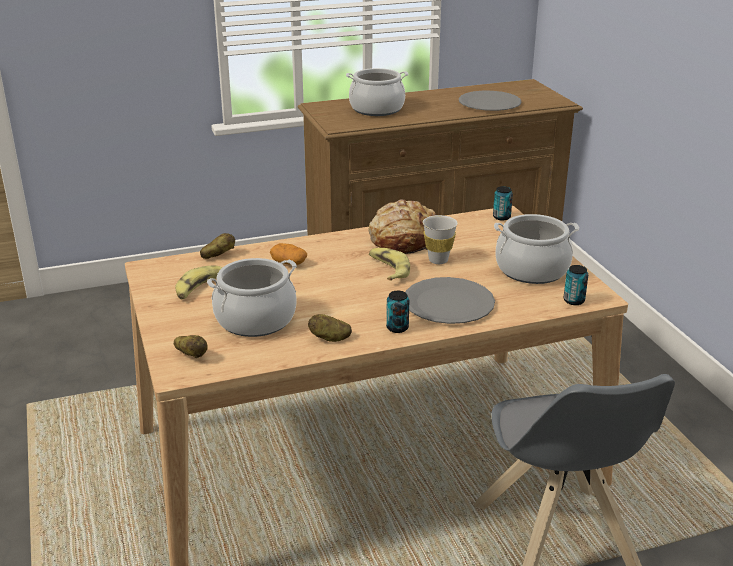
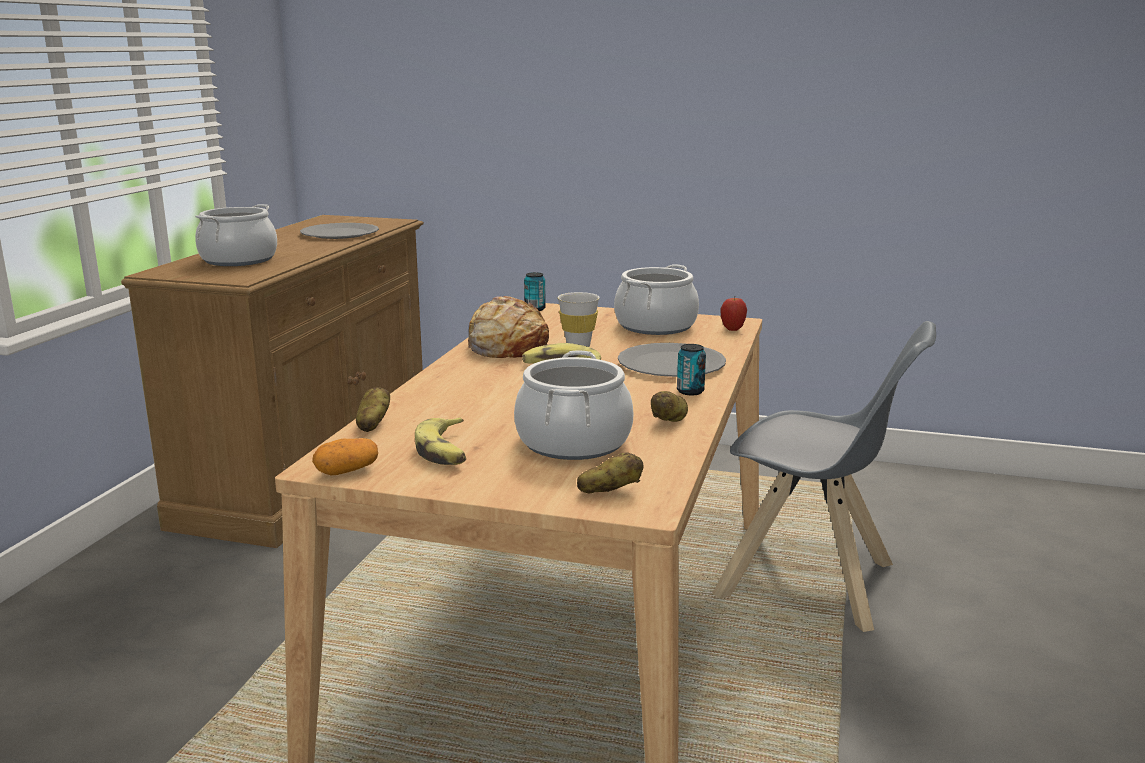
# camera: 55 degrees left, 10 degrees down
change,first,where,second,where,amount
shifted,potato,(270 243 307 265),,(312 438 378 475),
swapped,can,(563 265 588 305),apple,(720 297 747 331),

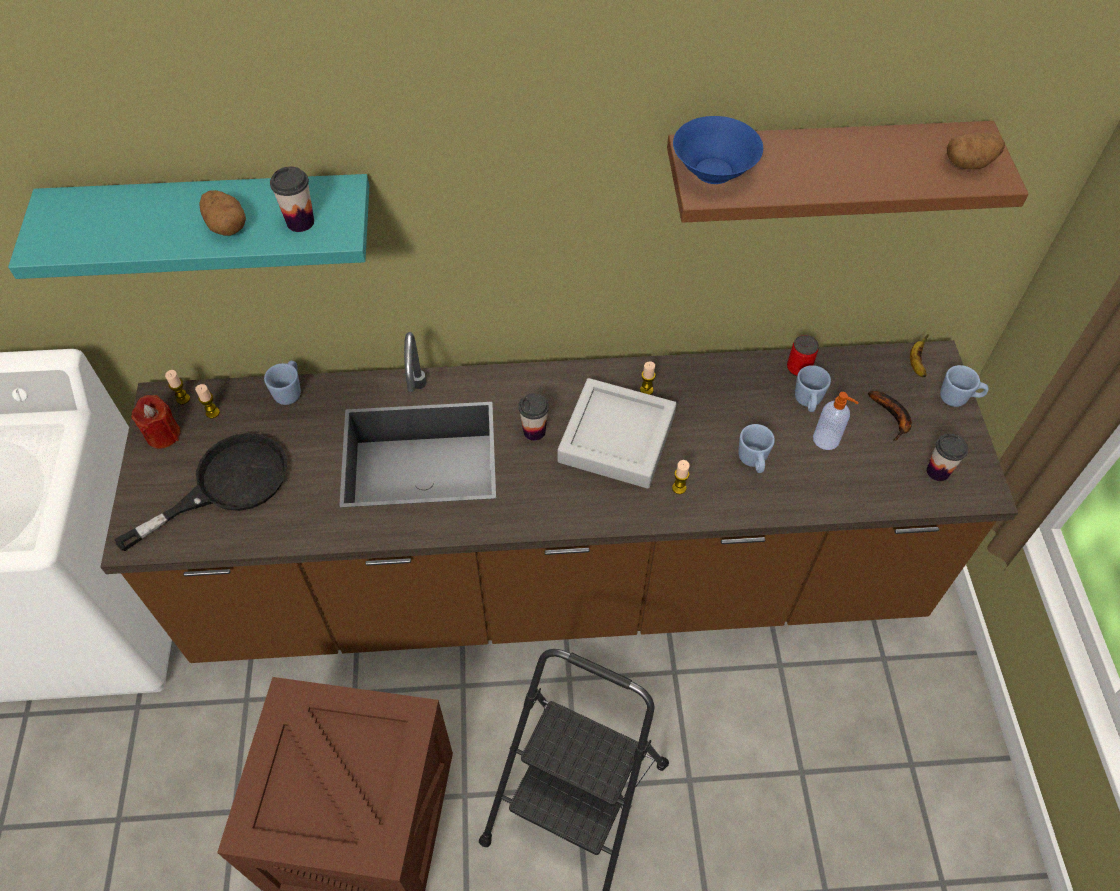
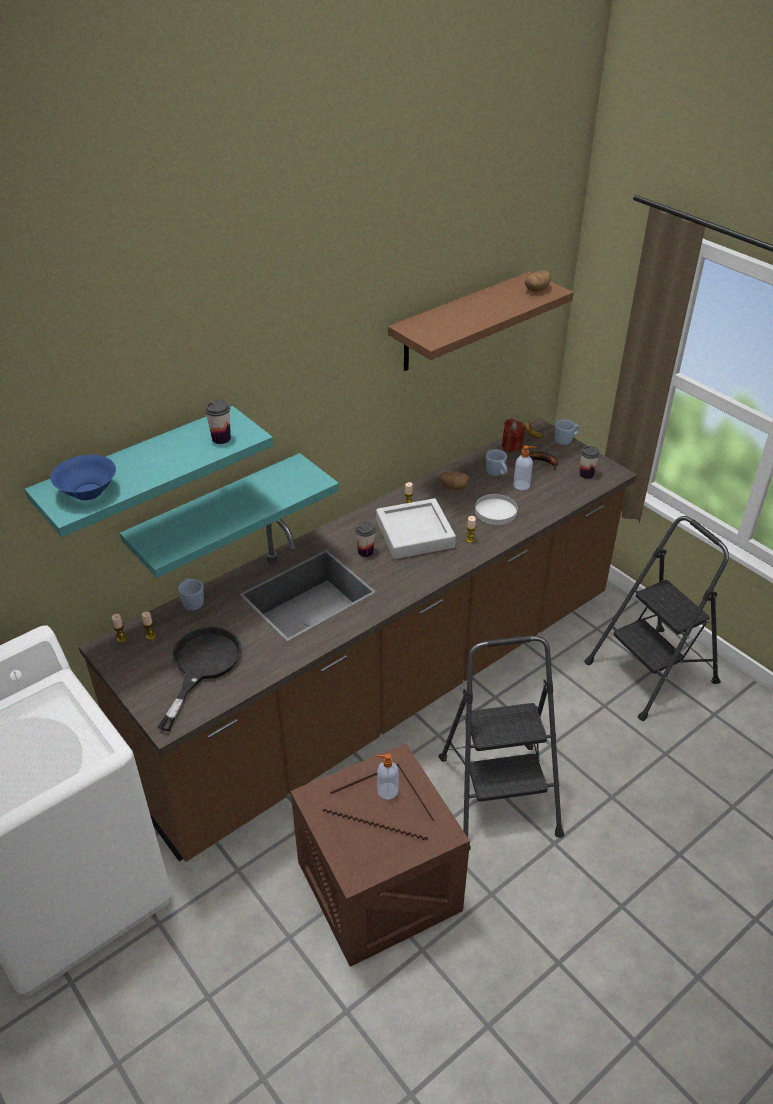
# camera: 35 degrees left, 15 degrees down
change,first,where,second,where,amount
shifted,bowl in blue,(673 116 763 184),,(50 455 116 500),
shifted,potato,(200 190 246 236),,(439 471 469 490),
gone,can,(787 335 819 377),,,
shifted,candle in red,(131 395 180 449),,(502 418 525 452),
swapped,mug in blue,(738 424 775 473),plate in white,(475 494 518 525),
new,,,shelf in turquoise,(120 453 339 578),
new,,,step ladder in black,(584 516 729 721),
new,,,soap dispenser,(375 754 399 800),

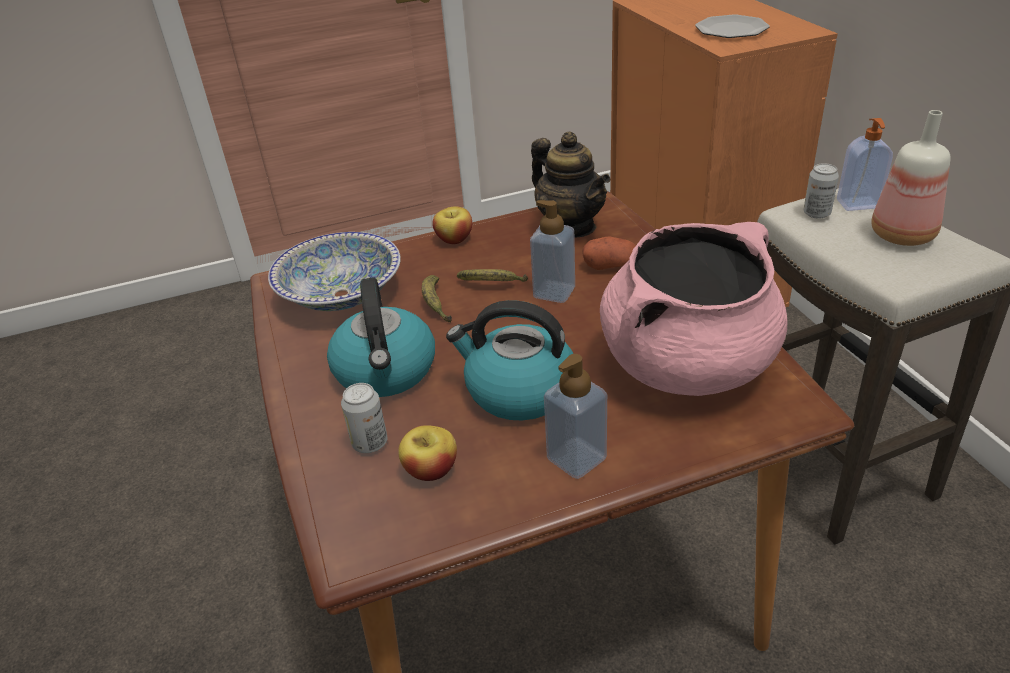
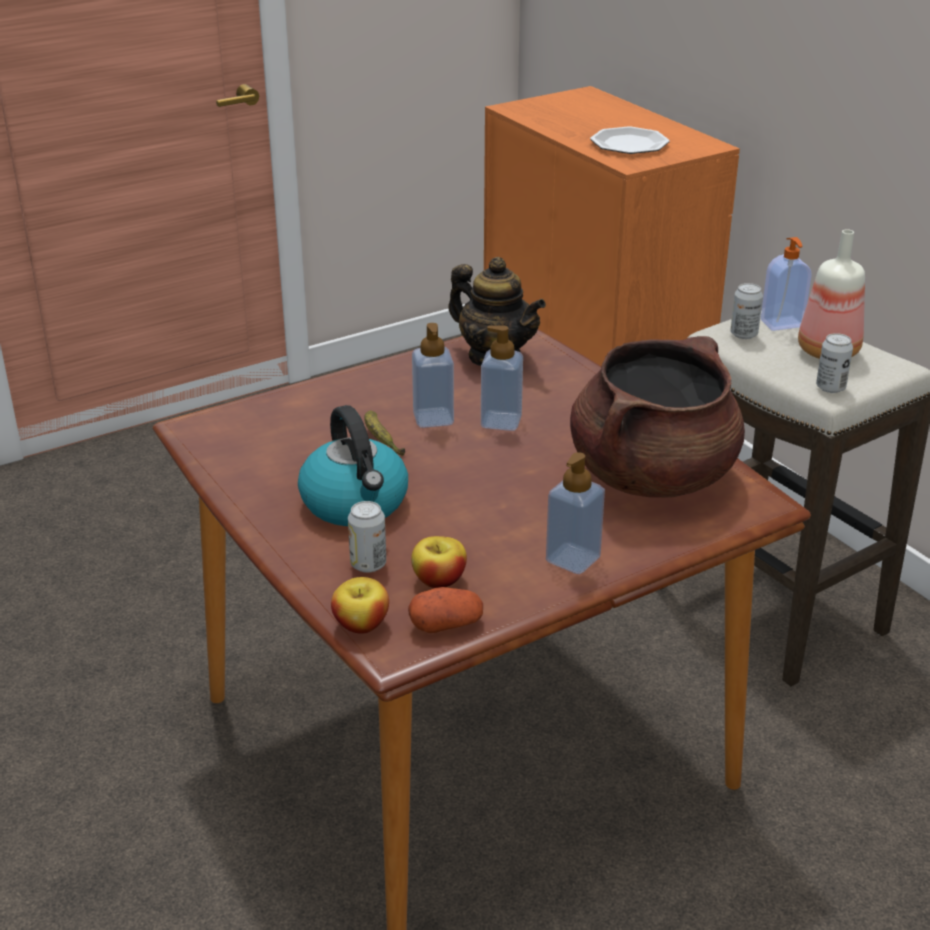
# camera: 15 degrees left, 5 degrees down
change,first,where,second,where,amount
shifted,apple,(432 206 472 244),,(331 577 389 634),
repainted,cooking pot in pink,(600 222 787 396),cooking pot in brown,(570 336 745 498),
gone,bowl,(268 232 401 311),,,
shifted,potato,(582 236 636 270),,(408 587 483 633),
swapped,banana,(457 269 528 282),soap dispenser,(412 323 454 428),
gone,kettle,(446 300 573 421),,,
new,,,can,(816 333 853 393),

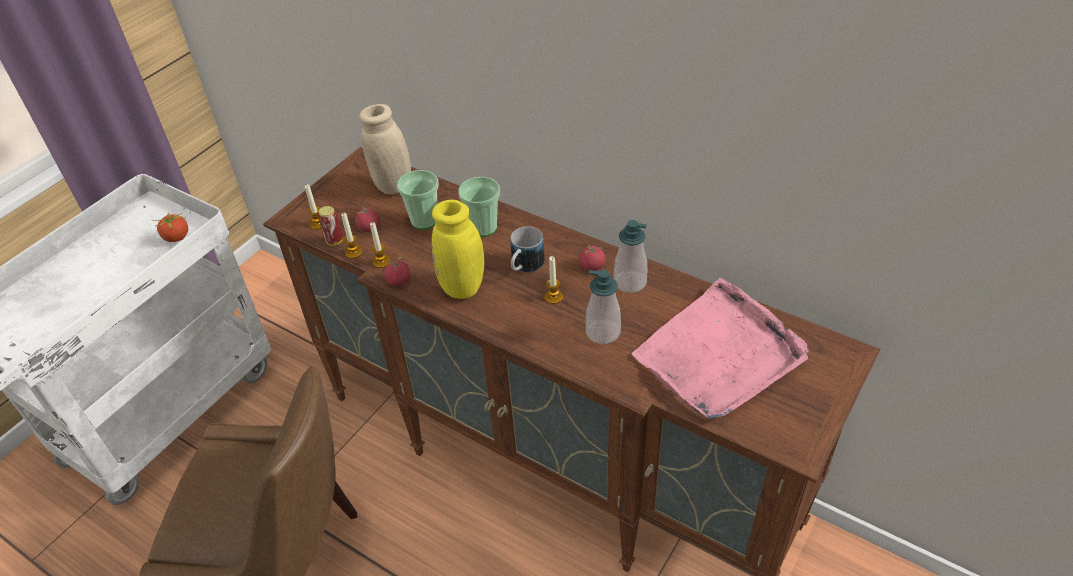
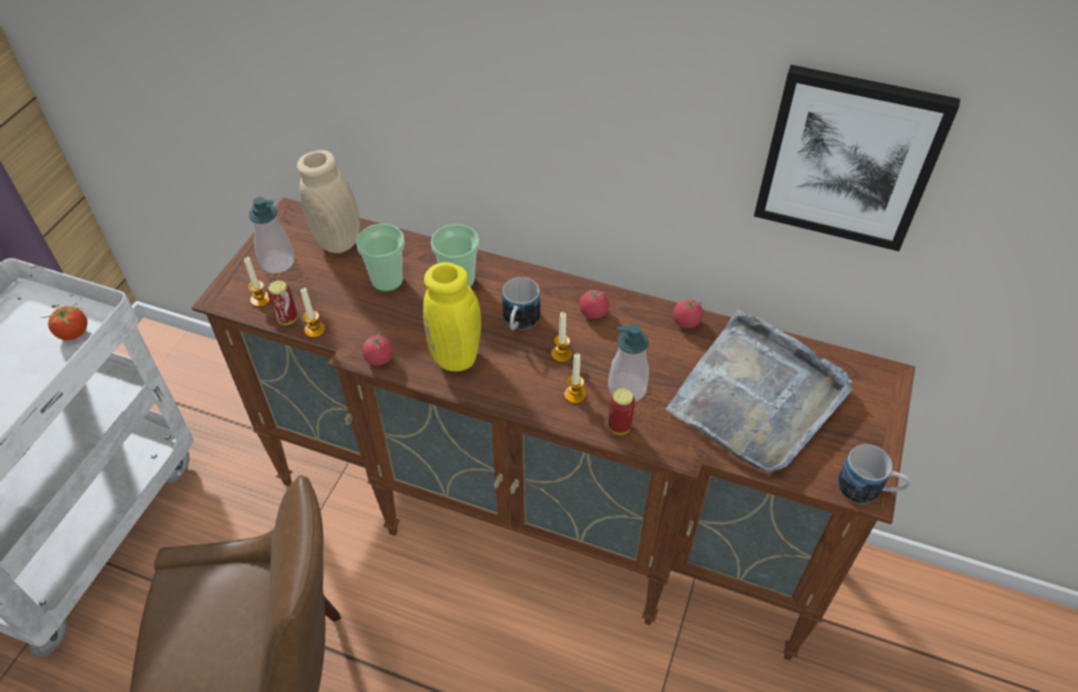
# camera: 15 degrees left, 5 degrees up
change,first,where,second,where,amount
shifted,tomato,(355 206 380 232),,(673 298 703 328),
shifted,soap dispenser,(614 220 647 293),,(249 197 295 274),
shifted,candle,(370 222 390 268),,(564 354 586 404),
repainted,tray in pink,(632 278 809 420),tray in grey,(666 310 852 472),
new,,,picture,(754 65 960 251),
new,,,can,(608 388 635 435),
new,,,mug,(837 444 911 504),

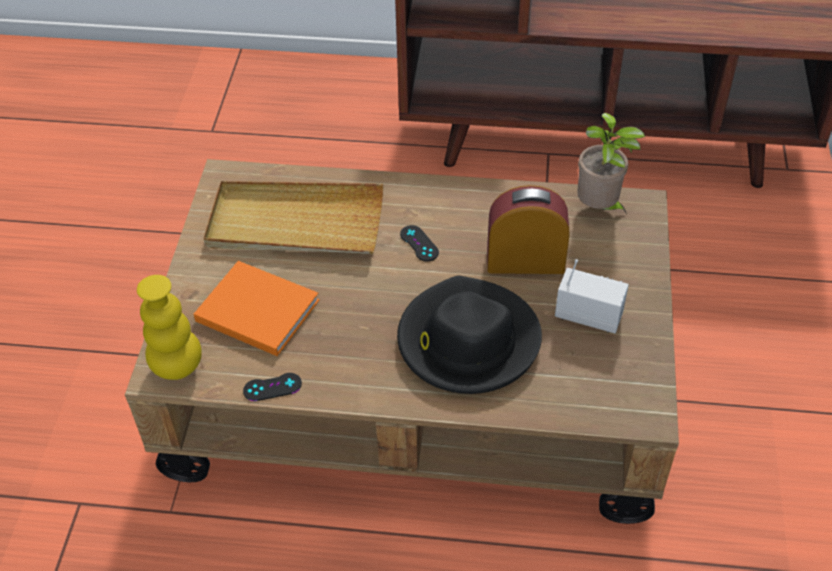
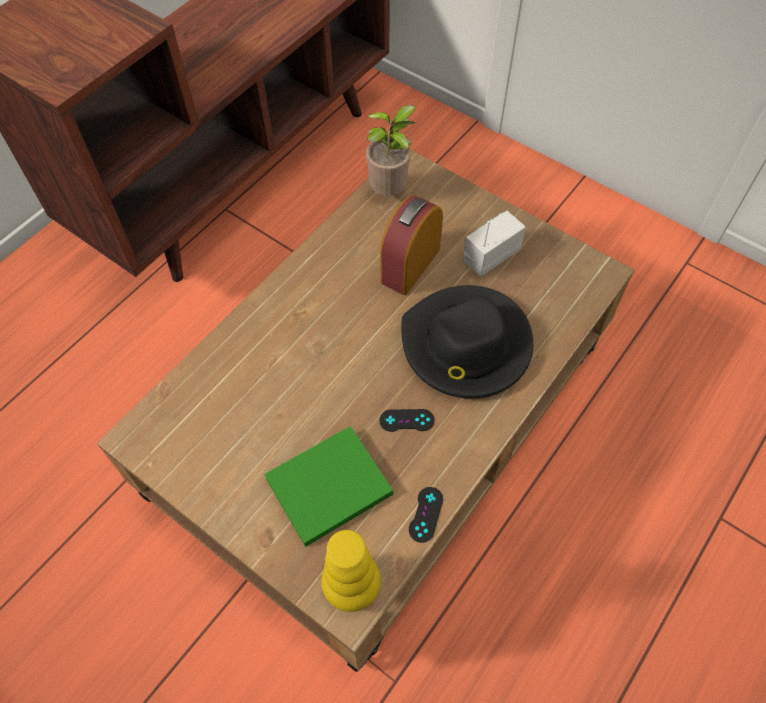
# camera: 60 degrees left, 10 degrees up
change,first,where,second,where,amount
gone,tray in beige,(204 181 383 254),,,
shifted,game controller in black,(400 225 439 262),,(379 409 434 432),
repainted,book in orange,(194 261 319 356),book in green,(264 426 393 547),

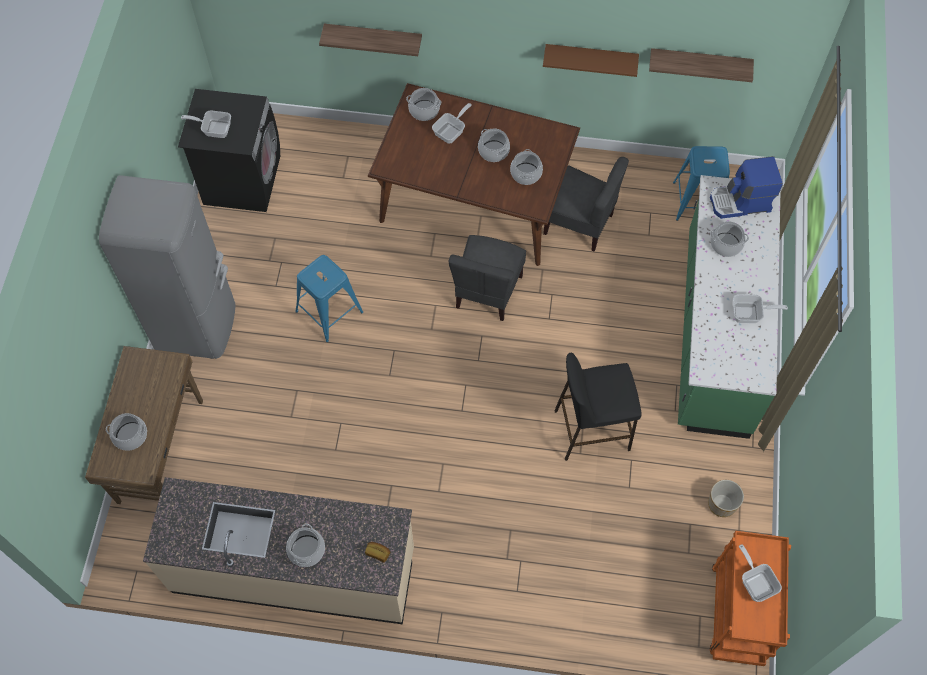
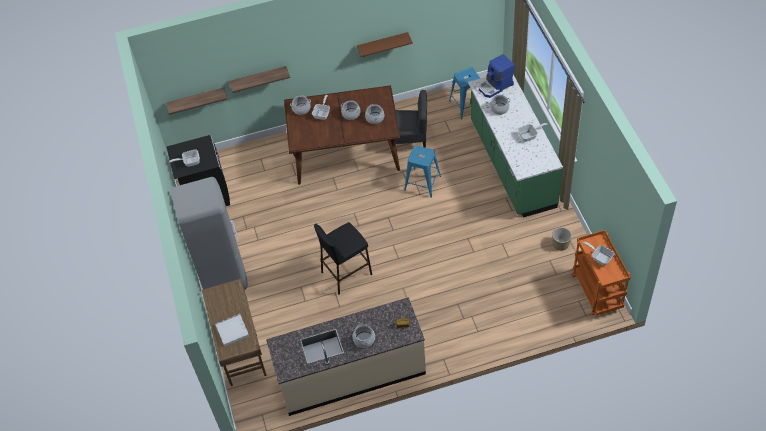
# camera: 20 degrees left, 10 degrees down
change,first,where,second,where,amount
shifted,shelf,(649 48 754 82),,(166 88 227 115),
gone,chair in grey,(449 235 526 321),,,
shifted,stool in blue,(295 255 363 342),,(404 146 441 198),
shifted,stool in black,(554 352 642 461),,(314 222 372 295),
swapped,cooking pot,(106 413 147 451),tray in white,(215 314 249 347),

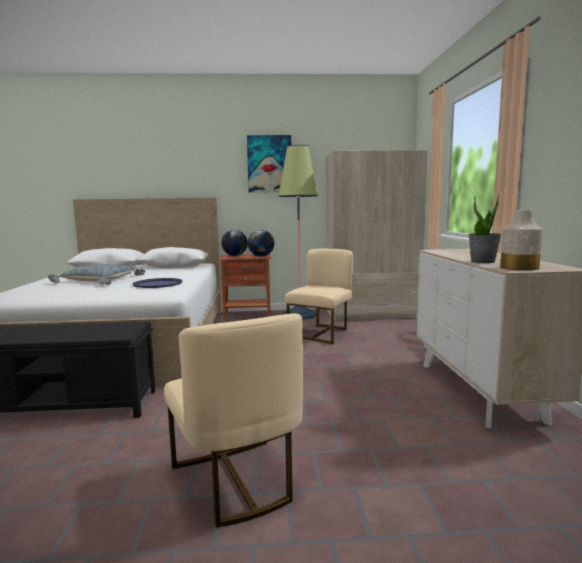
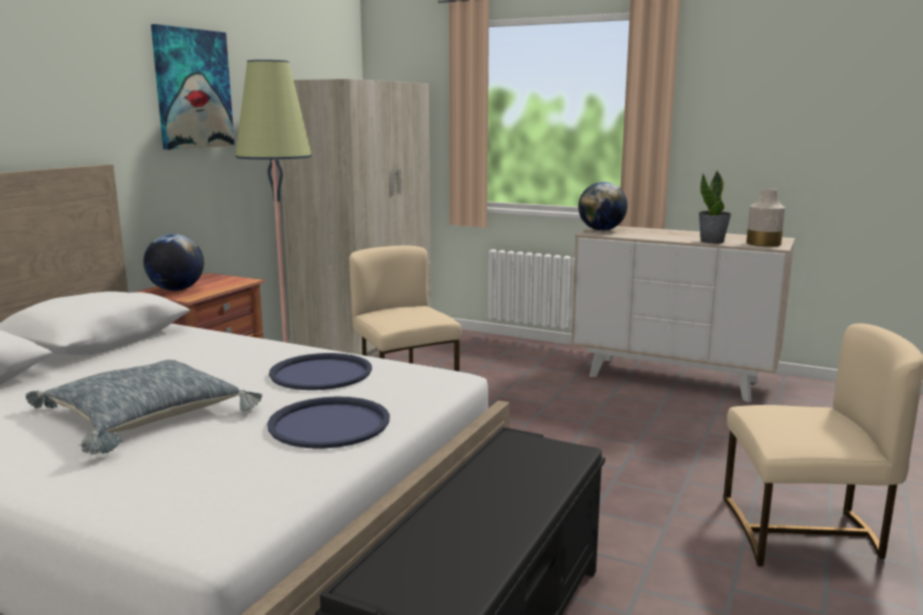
# camera: 60 degrees left, 5 degrees up
change,first,where,second,where,amount
shifted,globe,(248 230 274 257),,(578 182 628 231),
new,,,tray in blue,(267 396 390 449),

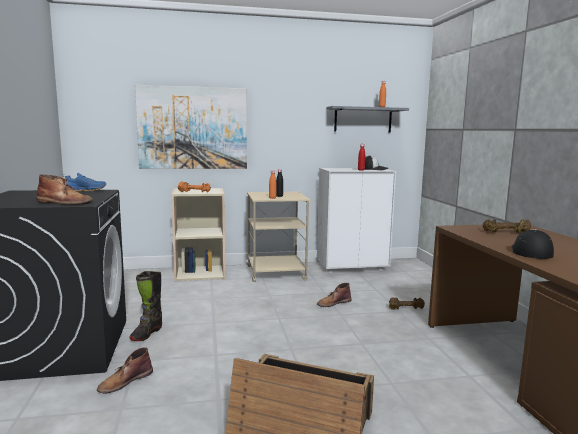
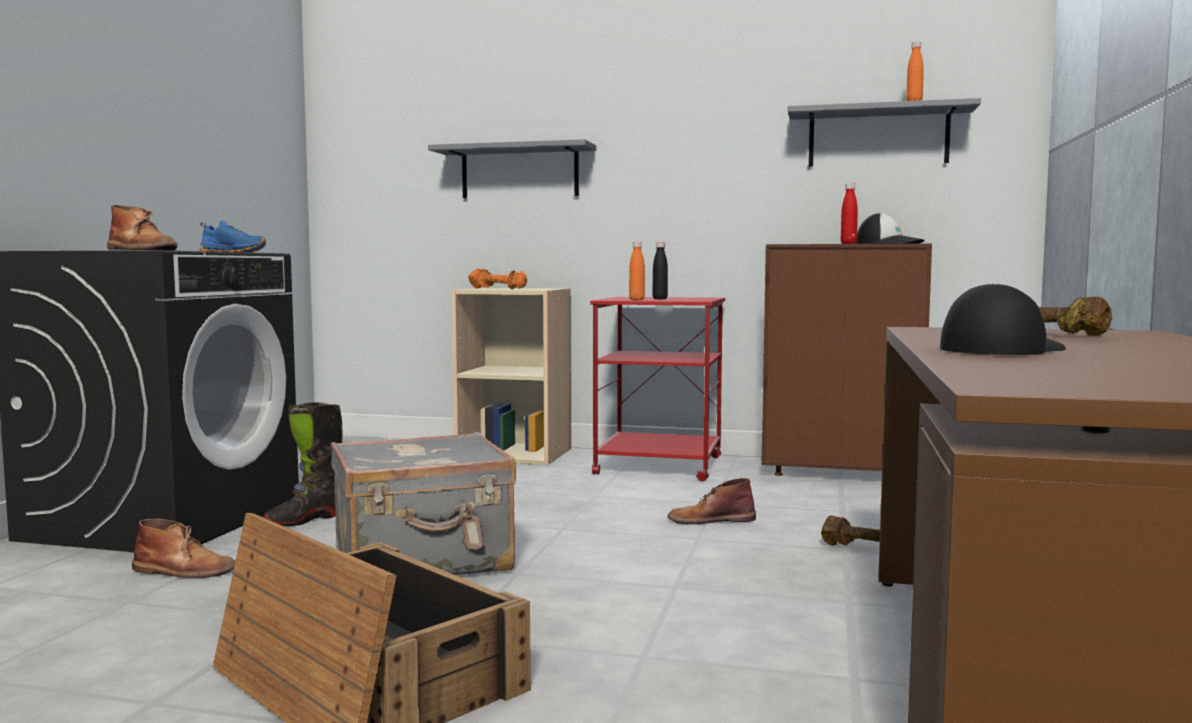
# camera: 25 degrees right, 5 degrees down
change,first,where,second,where,amount
swapped,picture,(135 85 247 169),shelf in grey,(428 139 597 198),
repainted,cabinet in white,(317 168 396 273),cabinet in brown,(761 243 932 476),
repainted,cart in beige,(247 192 310 282),cart in red,(590 297 725 481),
rotated,boot in brown,(97 348 153 394),,(132 519 235 578),150 degrees counterclockwise
new,,,suitcase in grey,(331 432 516 575),

